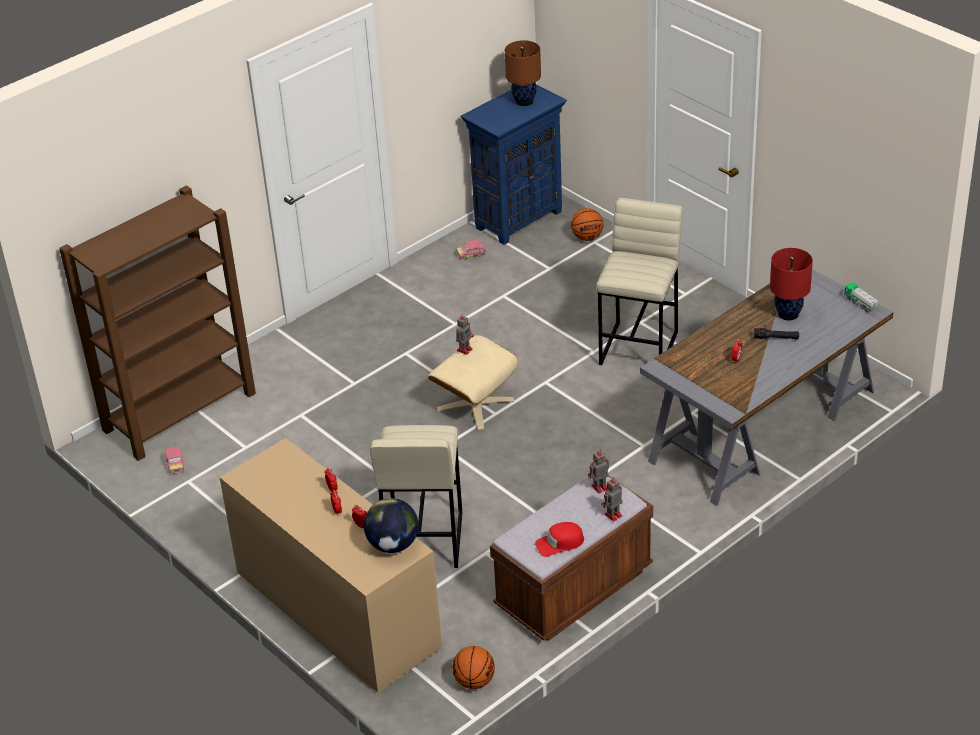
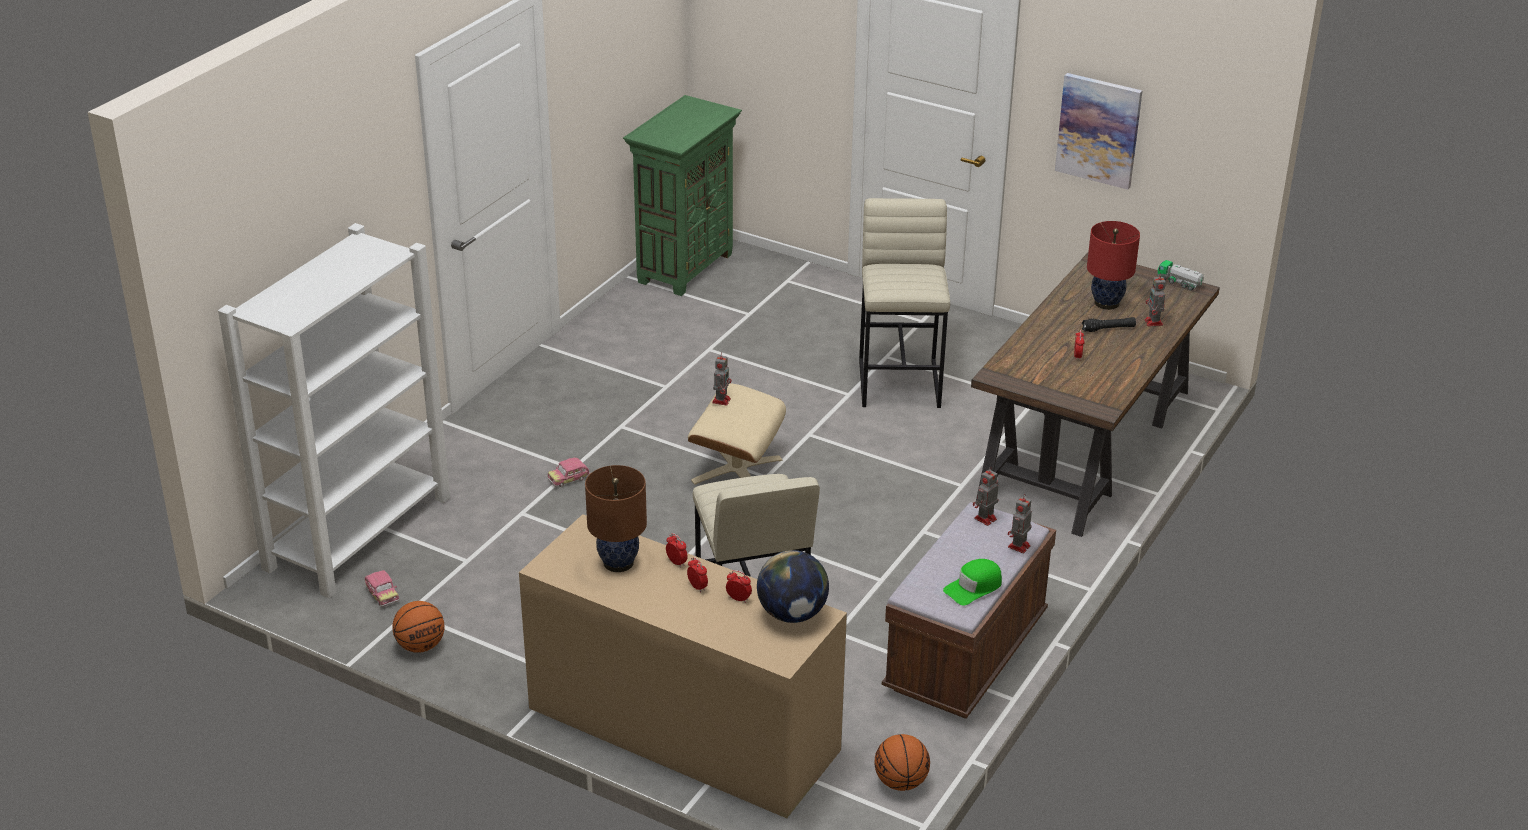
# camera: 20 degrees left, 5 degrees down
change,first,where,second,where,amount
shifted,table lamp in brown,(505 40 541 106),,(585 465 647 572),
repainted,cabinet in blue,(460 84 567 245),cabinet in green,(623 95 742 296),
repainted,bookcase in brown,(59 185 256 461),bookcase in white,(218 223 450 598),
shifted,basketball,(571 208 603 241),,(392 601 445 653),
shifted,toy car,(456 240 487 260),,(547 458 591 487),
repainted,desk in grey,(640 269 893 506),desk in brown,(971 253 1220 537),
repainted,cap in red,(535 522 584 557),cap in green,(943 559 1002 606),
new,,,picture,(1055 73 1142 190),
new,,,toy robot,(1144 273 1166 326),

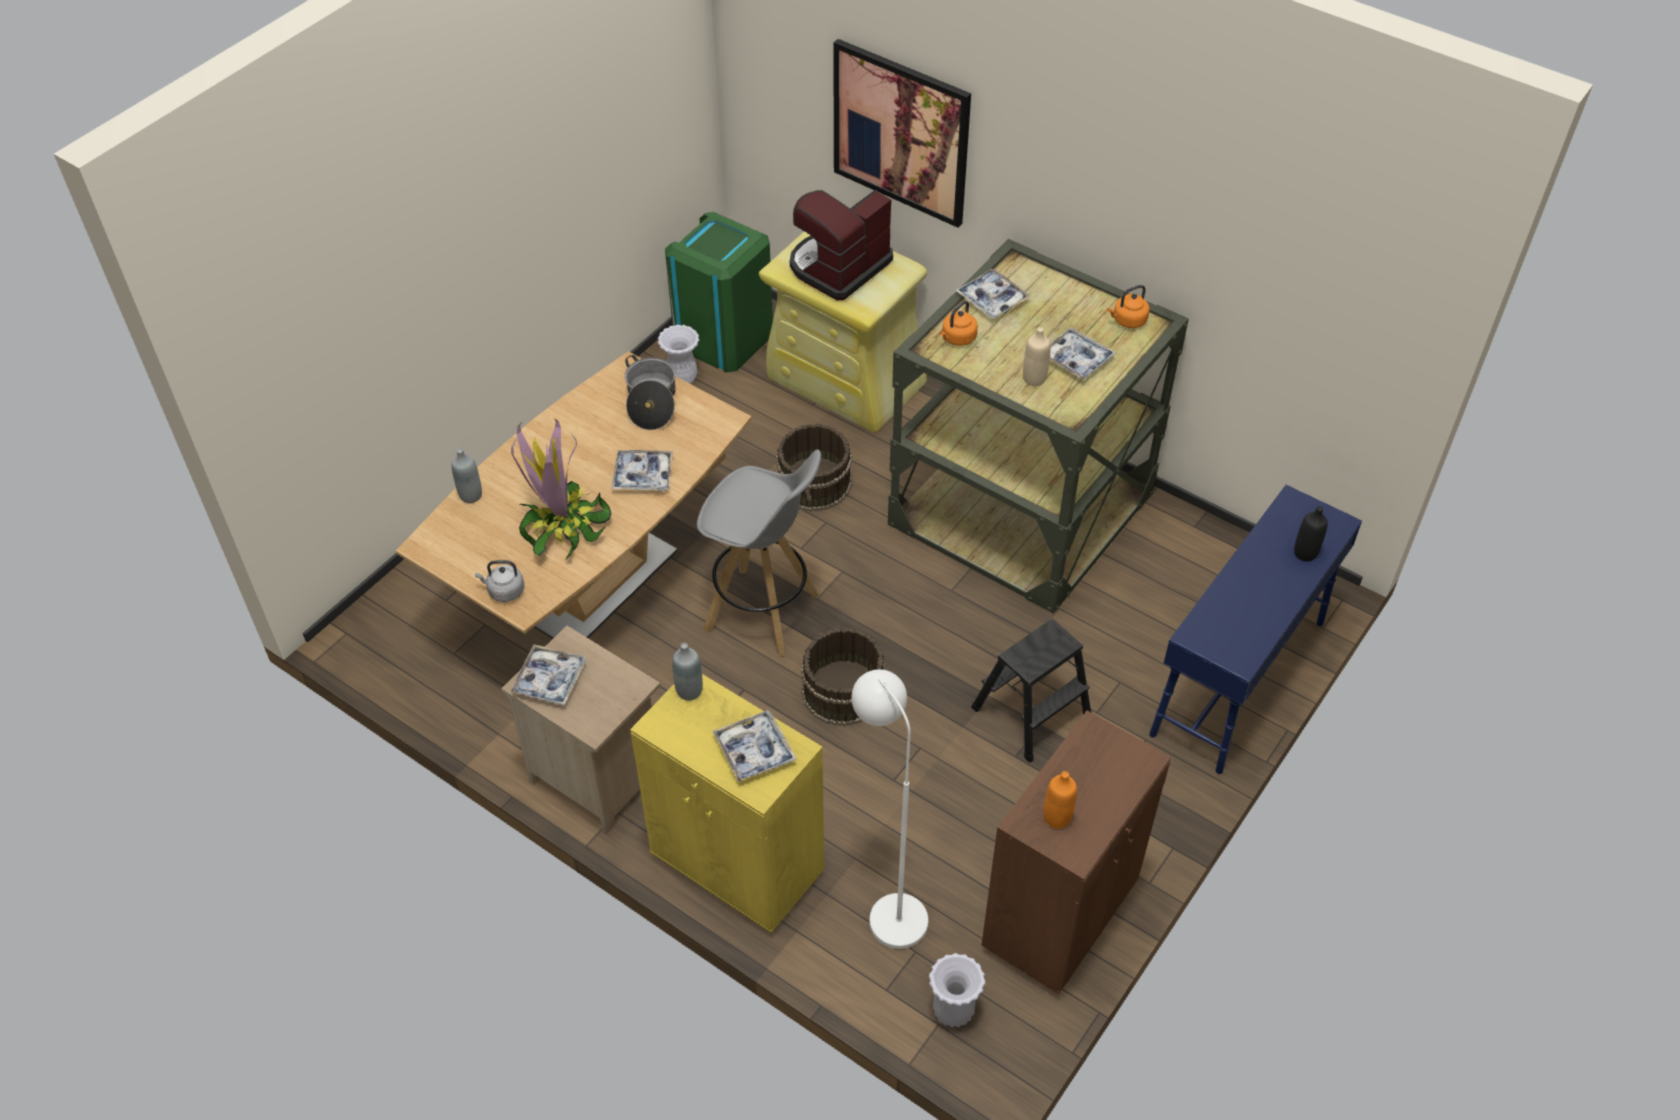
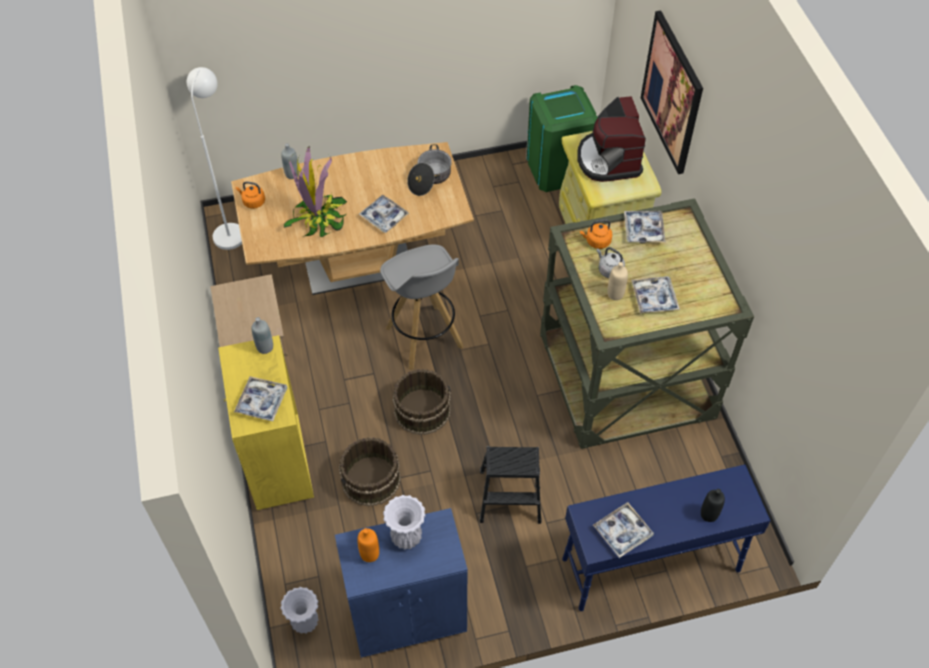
# camera: 40 degrees right, 5 degrees up
change,first,where,second,where,amount
rotated,coffee machine,(790 190 893 300),,(577 96 646 182),90 degrees counterclockwise
shifted,kettle in orange,(1107 285 1150 328),,(236 181 265 209),
shifted,vase in white,(658 325 699 384),,(383 495 425 549),
shifted,bucket in brown,(776 424 852 512),,(339 437 401 506),
shifted,kettle in grey,(475 560 524 602),,(597 247 625 278),
shifted,tray,(510 644 586 706),,(593 502 654 558),
shifted,floor lamp in white,(851 669 928 949),,(187 67 242 250),
repainted,cabinet in brown,(981 711 1171 994),cabinet in blue,(335 508 468 658),

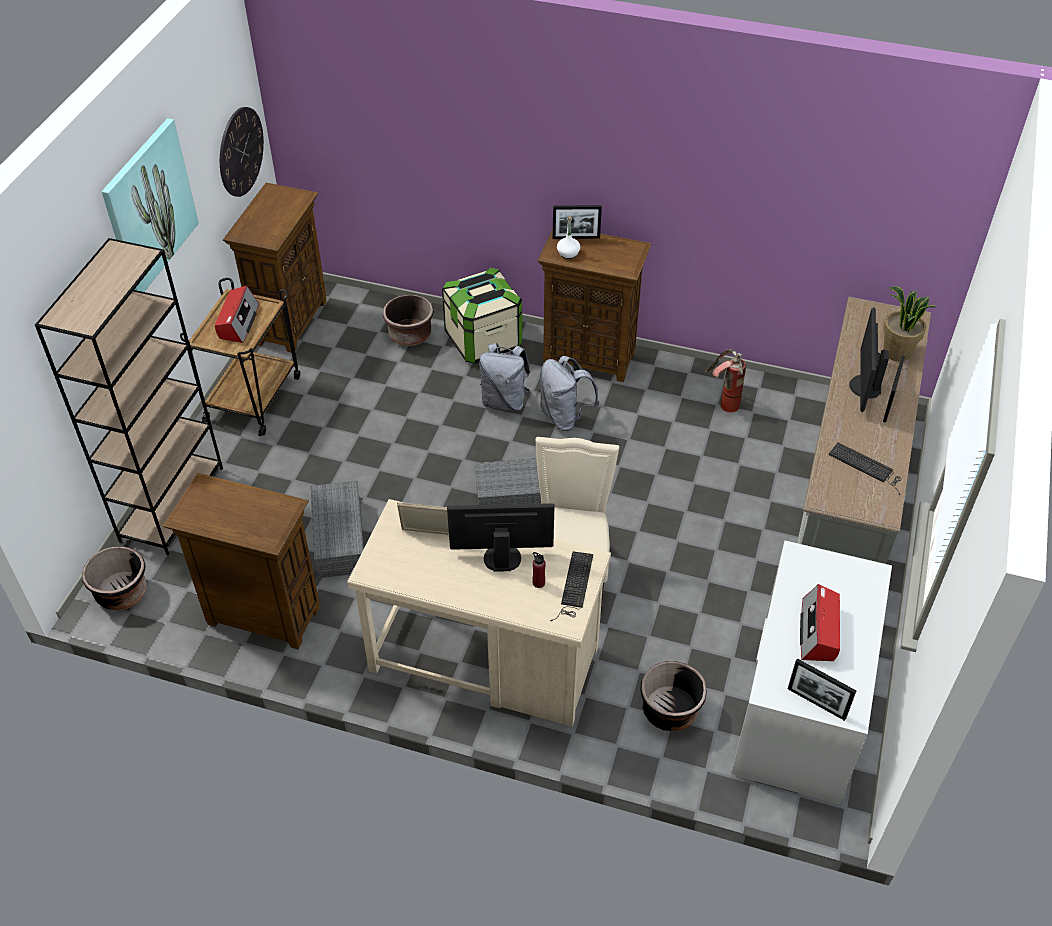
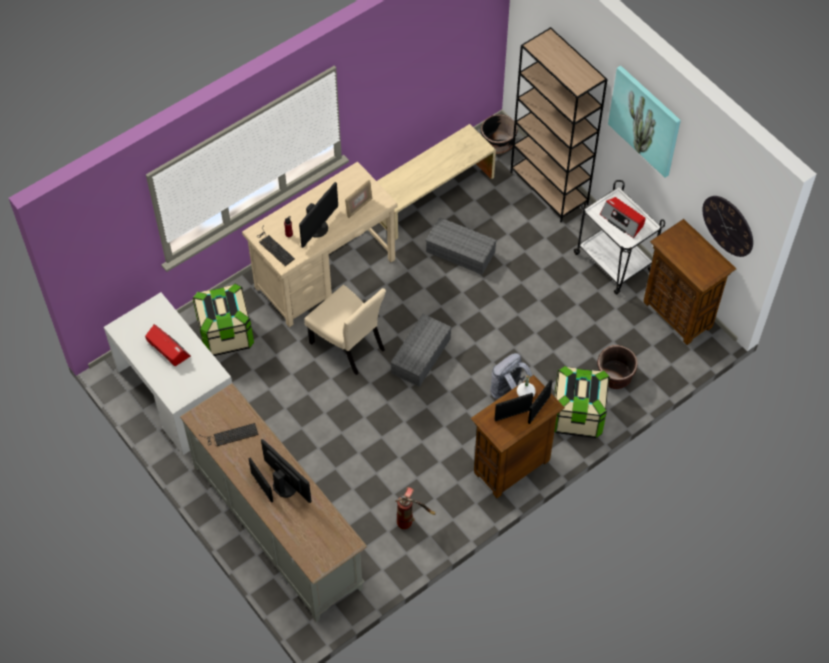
# camera: 125 degrees right, 10 degrees up
change,first,where,second,where,amount
repainted,cart in brown,(180 278 300 436),cart in white,(573 180 665 295),
gone,potted plant,(883 287 936 362),,,
gone,backpack in grey,(540 356 599 431),,,
swapped,cabinet in brown,(163 473 320 650),bench in beige,(377 124 496 240),
shifted,picture frame,(788 658 856 721),,(495 393 533 421),
swapped,planter in black,(641 661 707 731),storage box,(193 284 254 356),

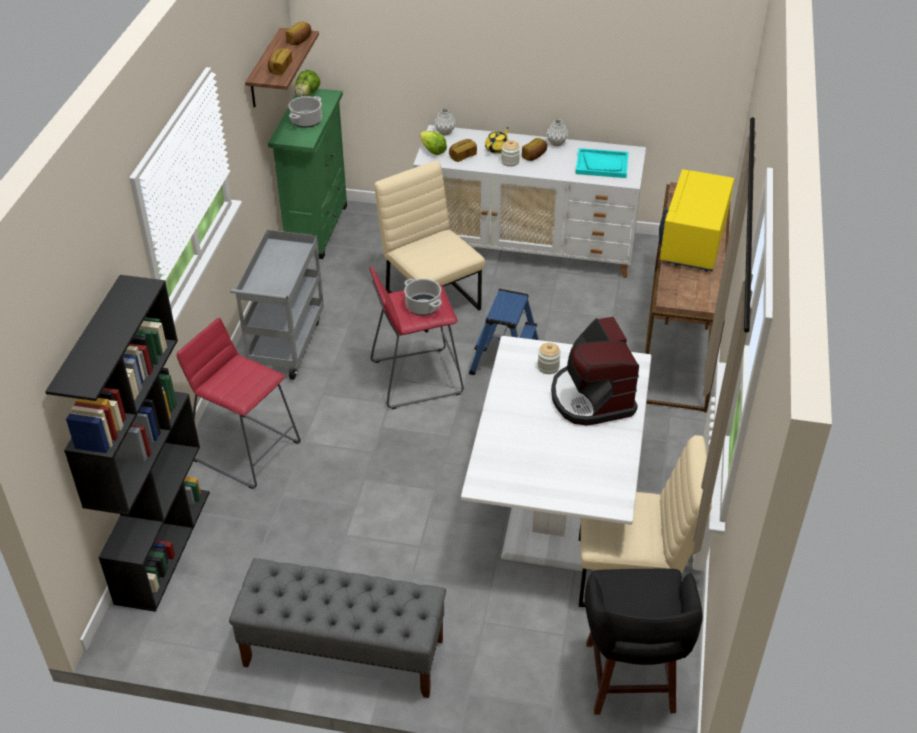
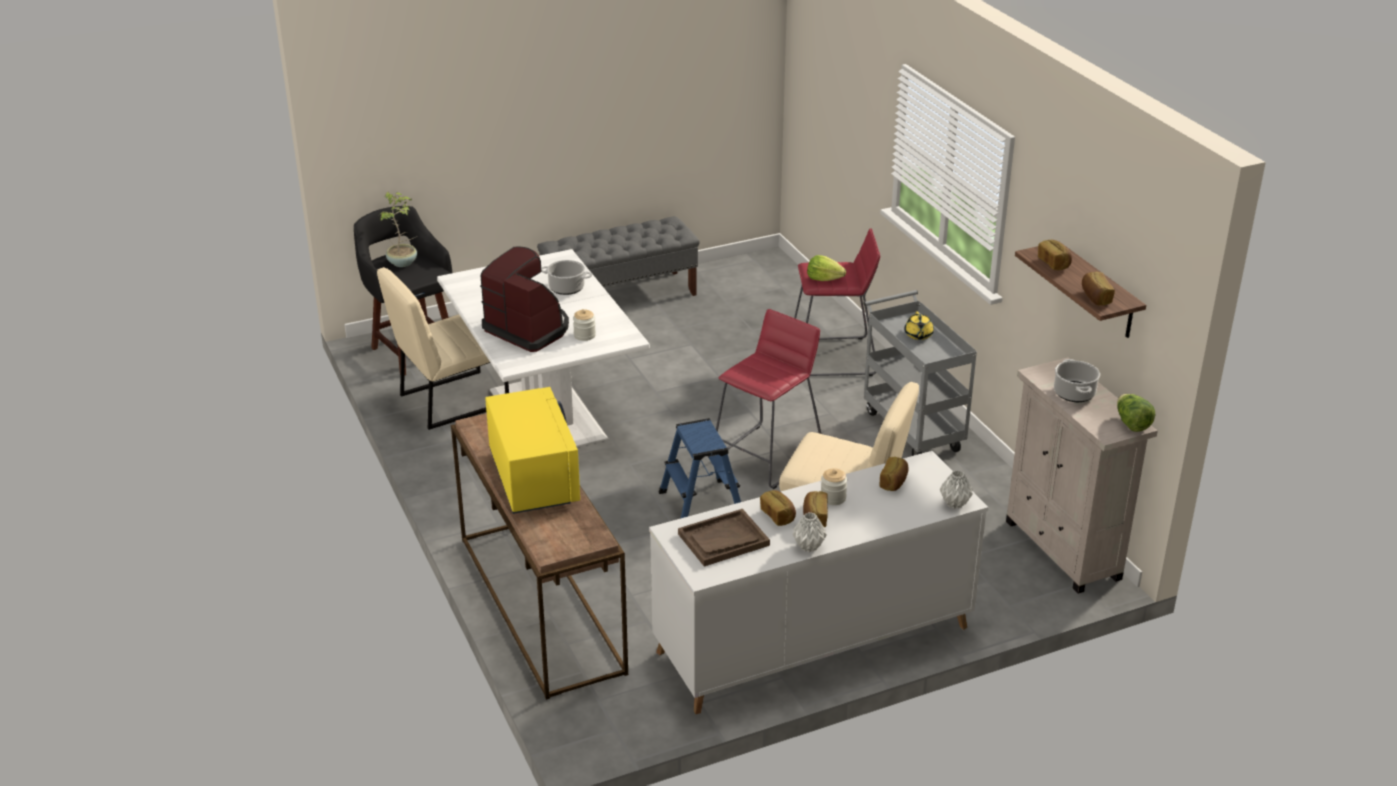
# camera: 145 degrees right, 10 degrees down
change,first,where,second,where,amount
repainted,cabinet in green,(268 88 347 259),cabinet in beige,(1006 357 1158 594),
shifted,teapot in yellow,(485 127 509 154),,(904 311 934 340),
shifted,lettuce,(419 131 447 155),,(807 255 846 281),
repainted,tray in turquoise,(576 148 628 178),tray in brown,(678 509 770 567),
gone,bookcase in black,(45 275 210 612),,,
shifted,cooking pot,(404 279 442 315),,(541 260 592 295),
new,,,potted plant,(379 191 417 267),
new,,,bread,(760 490 796 526),

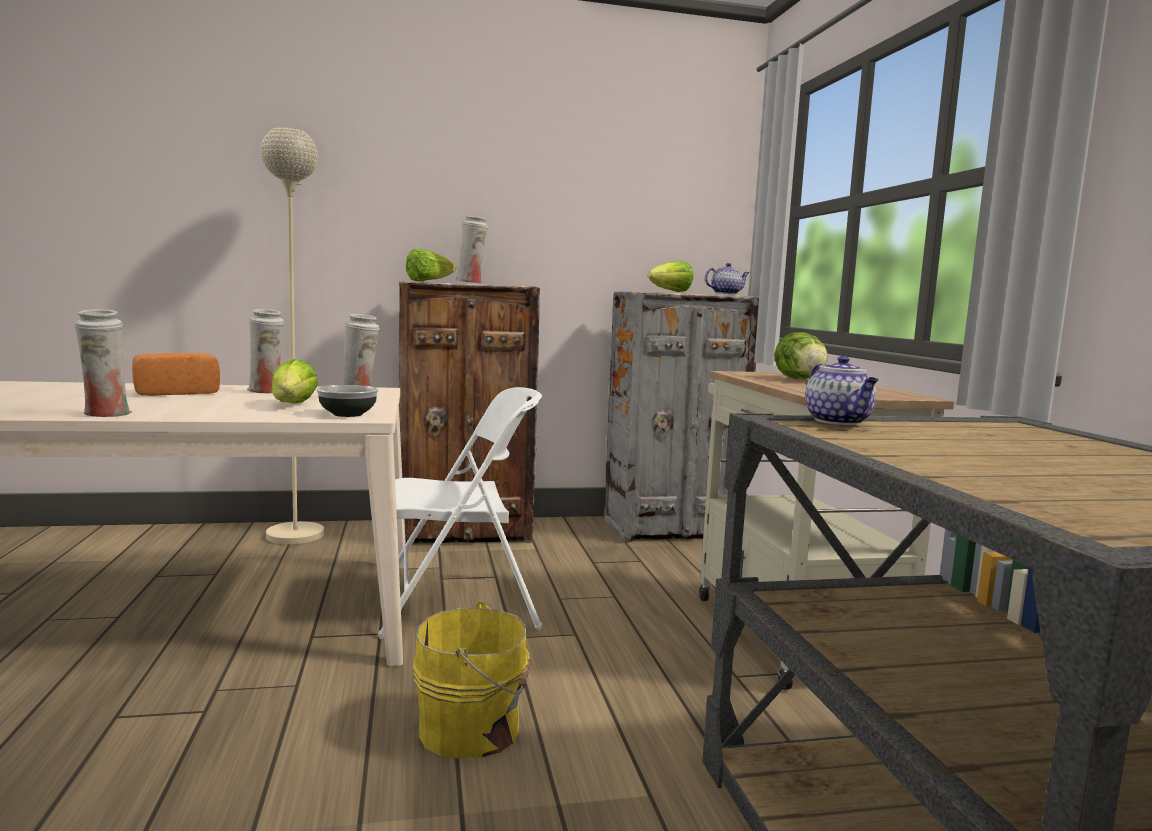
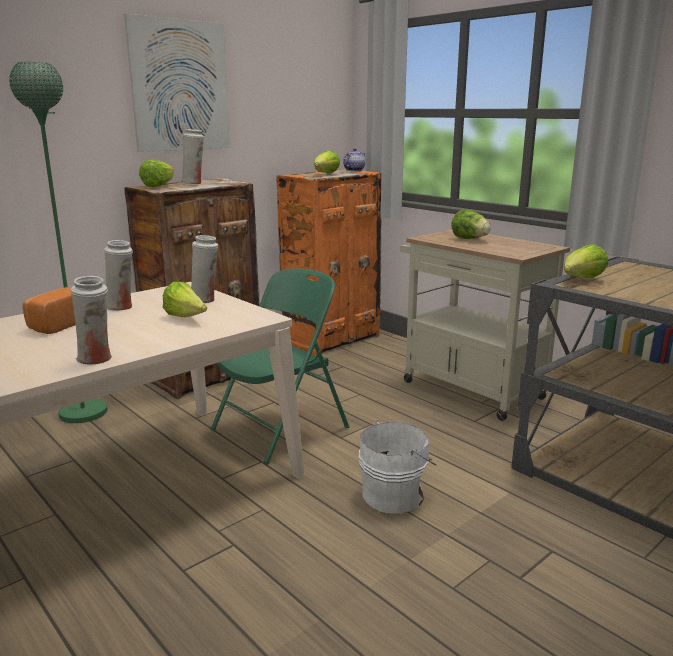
# camera: 30 degrees left, 10 degrees up
change,first,where,second,where,amount
repainted,floor lamp in beige,(261 127 324 545),floor lamp in green,(9 62 108 423),
repainted,cabinet in grey,(604 292 759 543),cabinet in orange,(277 169 382 355),
swapped,teapot,(805 356 878 425),lettuce,(564 244 608 278),
gone,bowl,(316 385 379 417),,,
repainted,chair in white,(378 387 542 639),chair in green,(211 268 349 465),
repainted,bucket in yellow,(413 602 531 759),bucket in white,(359 420 436 514),
new,,,picture,(124 14 230 152),

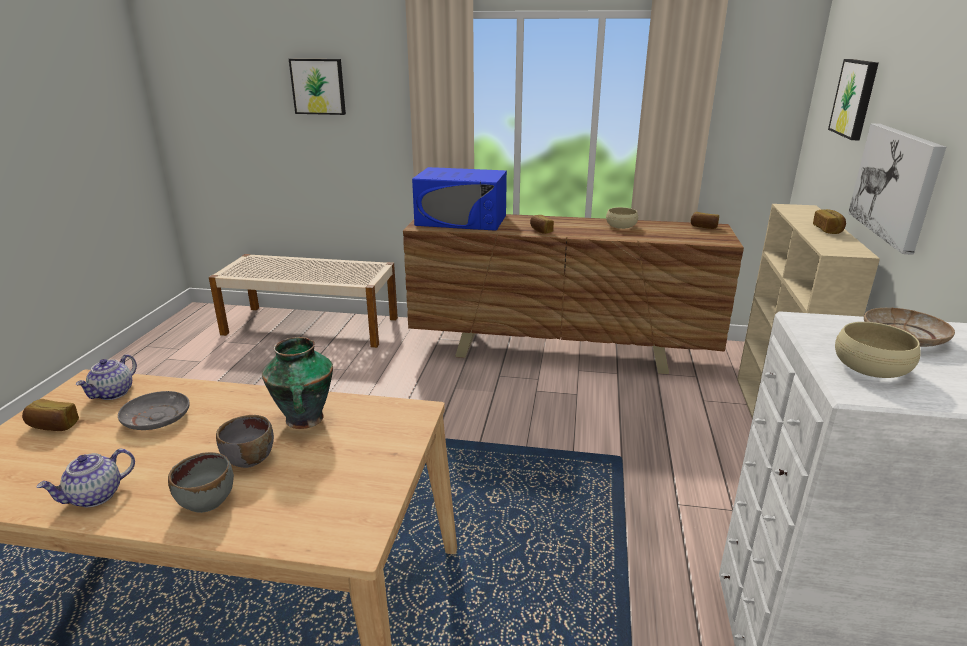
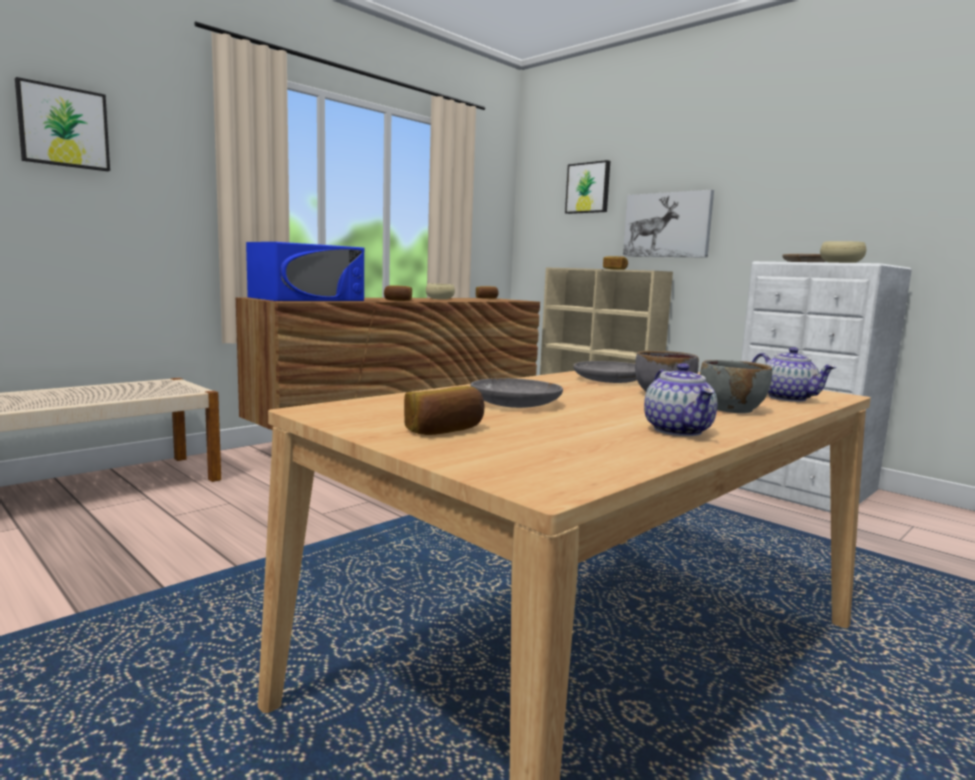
# camera: 55 degrees left, 15 degrees down
change,first,where,second,where,amount
swapped,vase,(262 337 333 429),plate in grey,(573 361 637 383),
shifted,teapot,(76 354 137 400),,(752 347 837 402),

